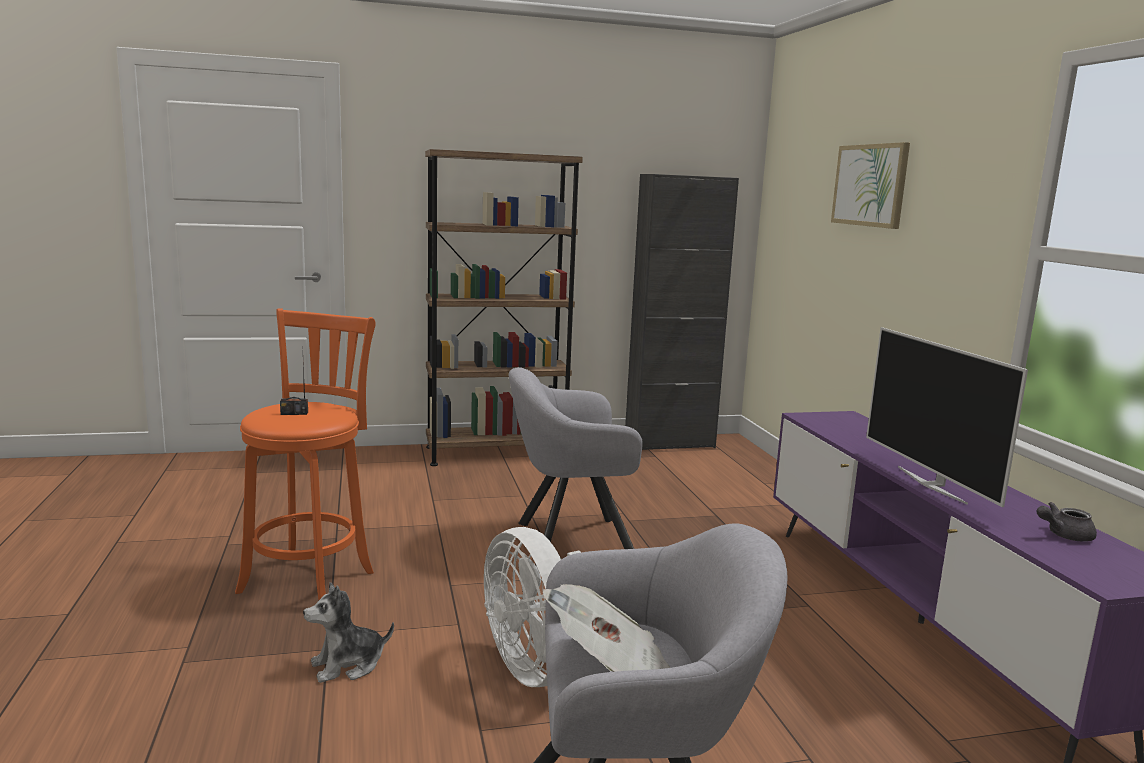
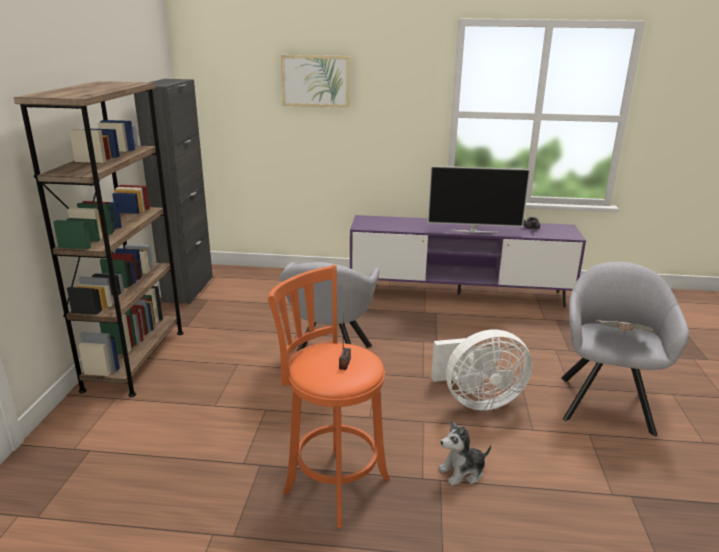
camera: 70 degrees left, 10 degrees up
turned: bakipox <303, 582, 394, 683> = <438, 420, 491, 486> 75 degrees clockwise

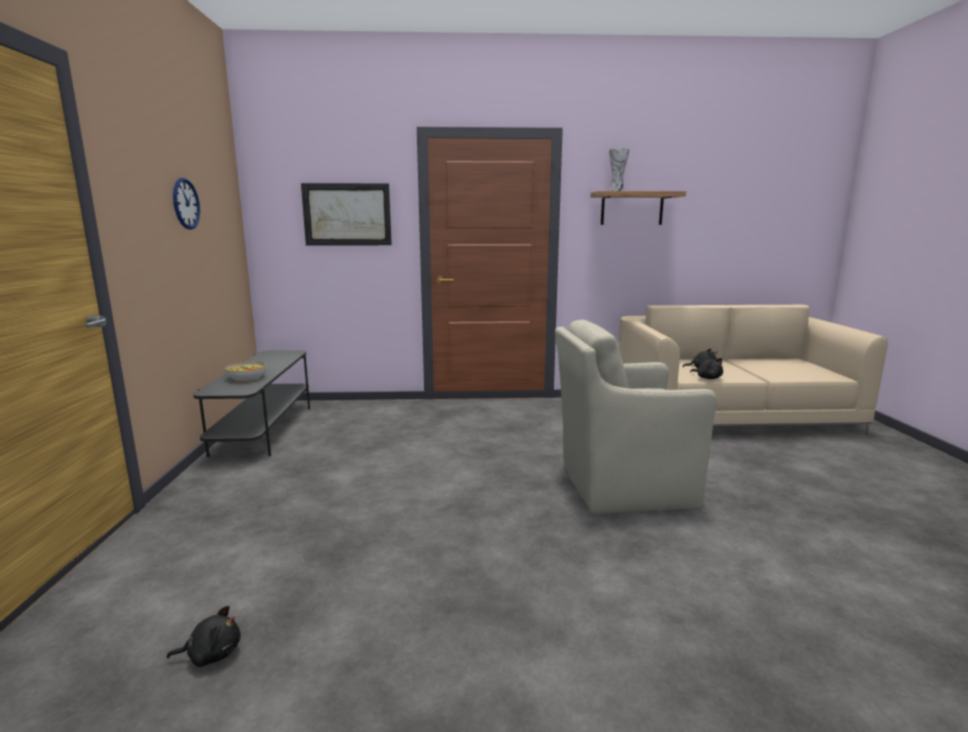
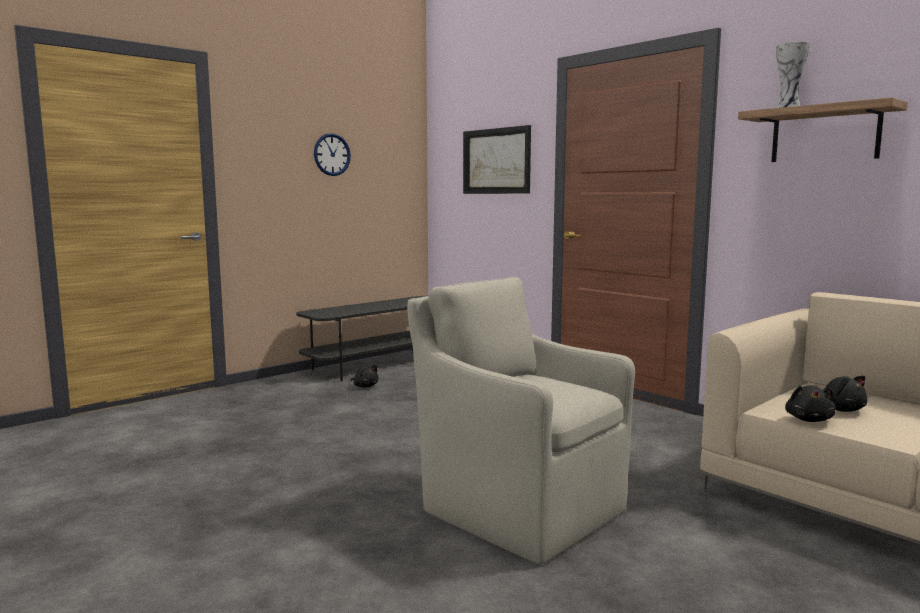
camera: 50 degrees right, 5 degrees down
removed: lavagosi <225, 362, 266, 381>
moved: black_bakipox <167, 606, 241, 667> to <350, 365, 379, 387>

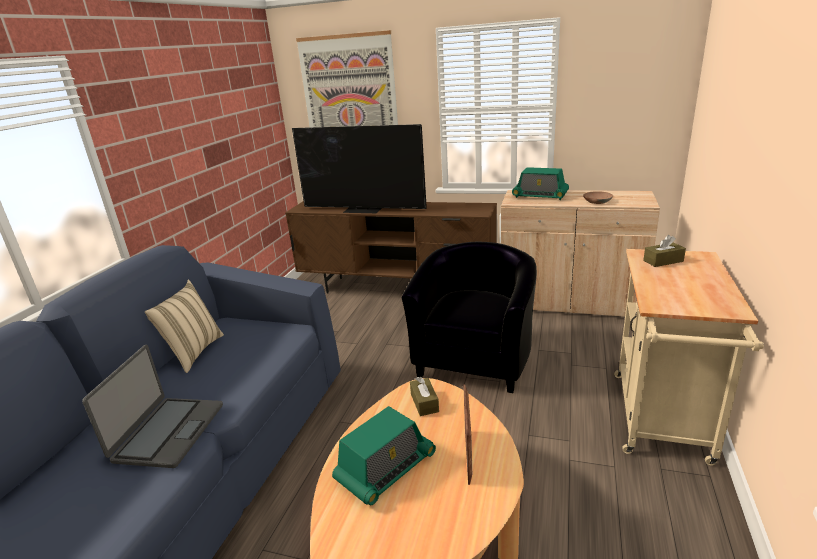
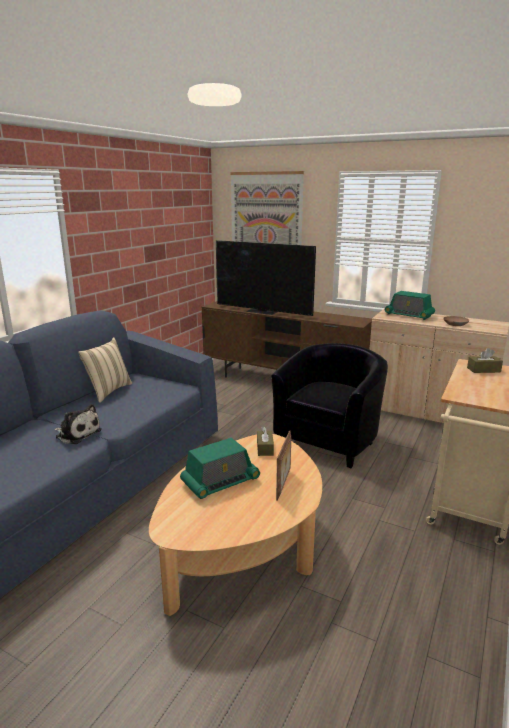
camera: 10 degrees right, 5 degrees down
replaced: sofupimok <82, 345, 223, 468> to bakipox <54, 404, 102, 444>

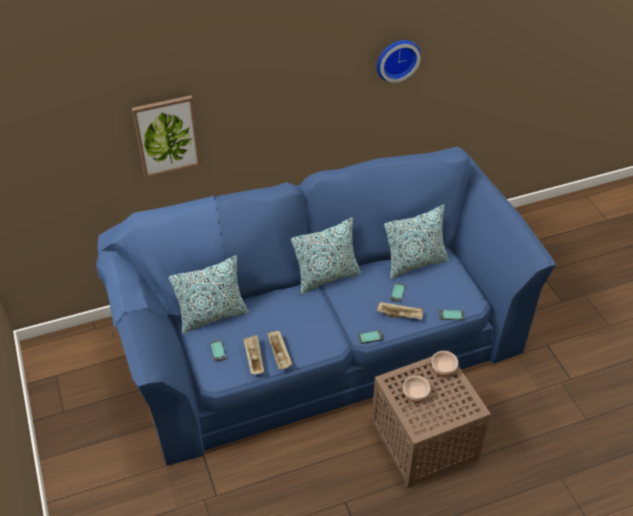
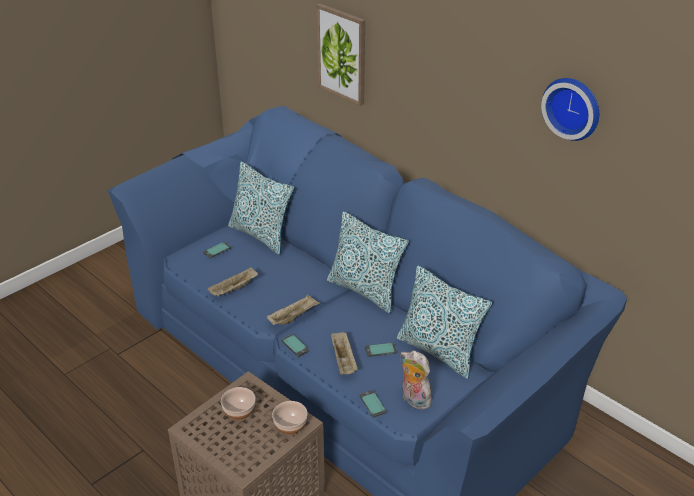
camera: 65 degrees right, 10 degrees down
added: bakipox <400, 350, 432, 410>
moved: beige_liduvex <243, 335, 264, 374> to <267, 295, 320, 325>

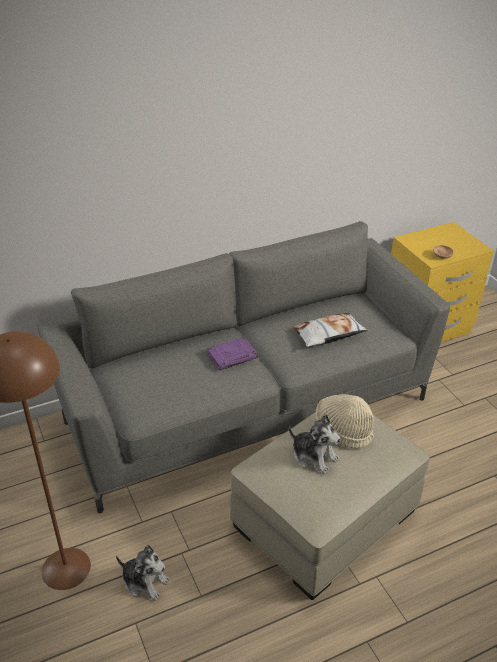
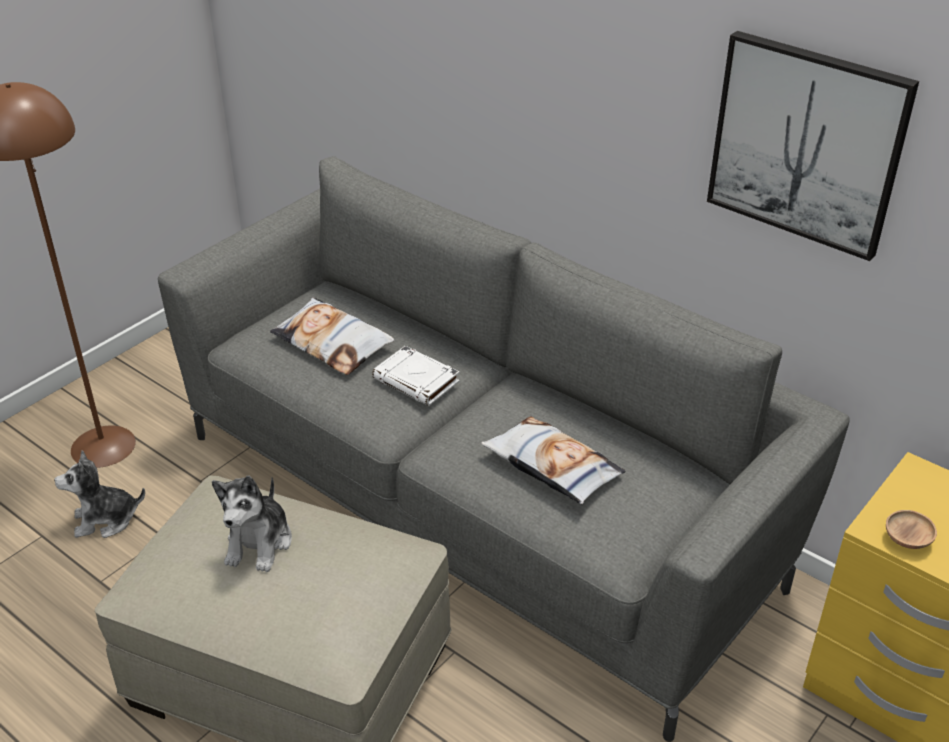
camera: 65 degrees right, 0 degrees up
removed: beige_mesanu <315, 394, 374, 448>
added: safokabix <270, 298, 395, 375>; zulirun <707, 31, 919, 261>
recoloured: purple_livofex <207, 337, 258, 370> to white_livofex <372, 346, 460, 406>
turned: bakipox <116, 545, 170, 601> = <54, 450, 145, 538> 75 degrees clockwise

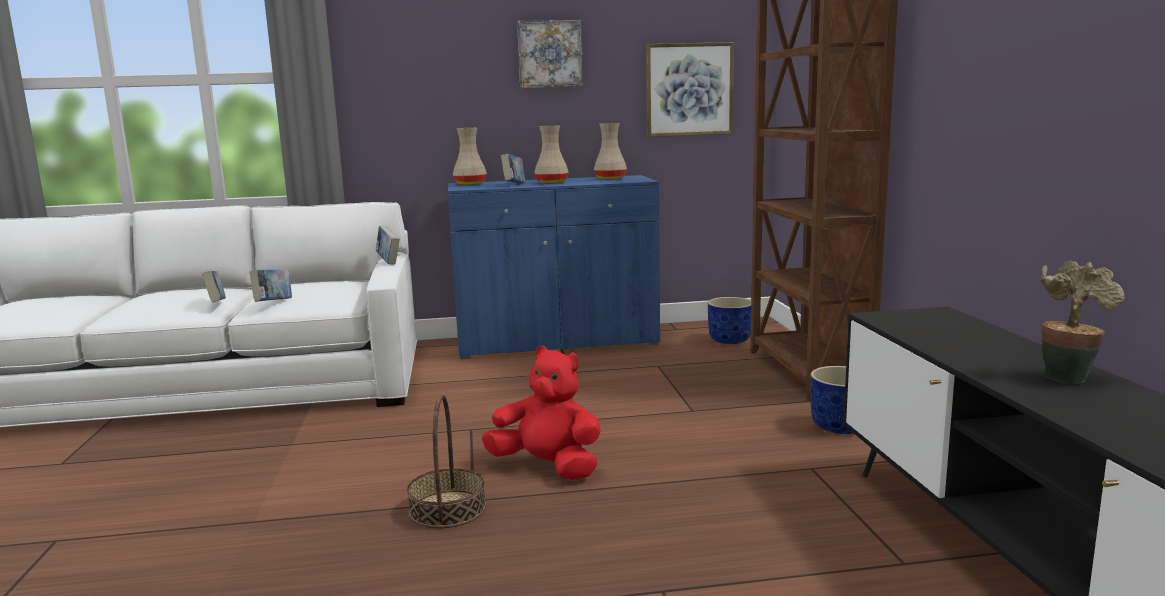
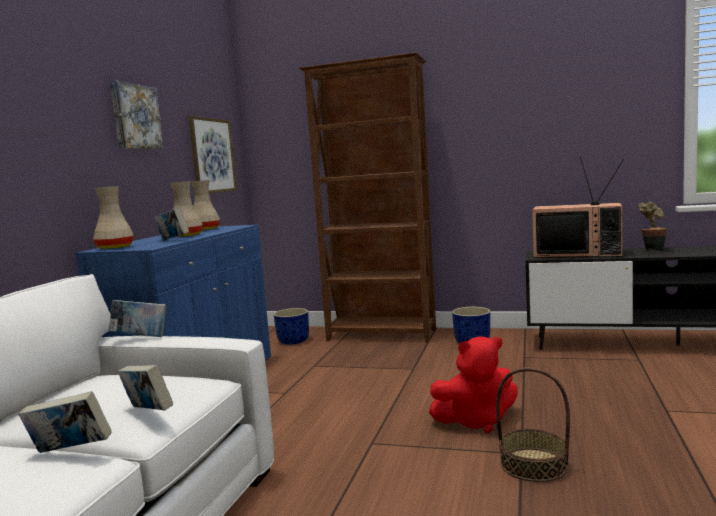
camera: 65 degrees left, 5 degrees down
added: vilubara <532, 157, 624, 258>
turned: red_bakipox <482, 346, 601, 480> = <429, 337, 518, 433> 150 degrees counterclockwise

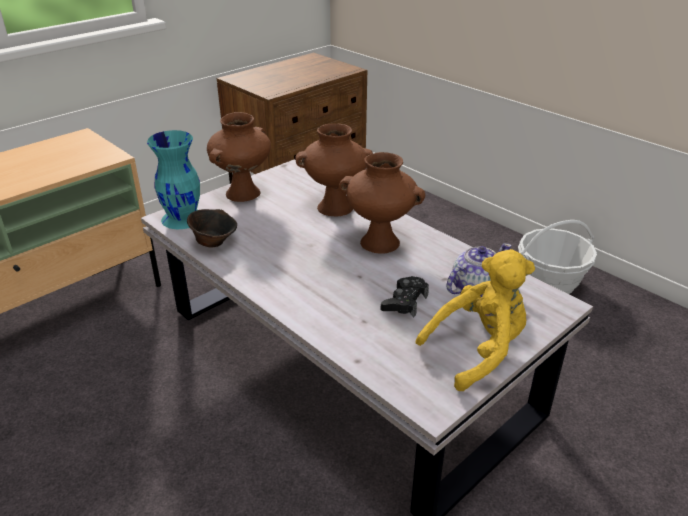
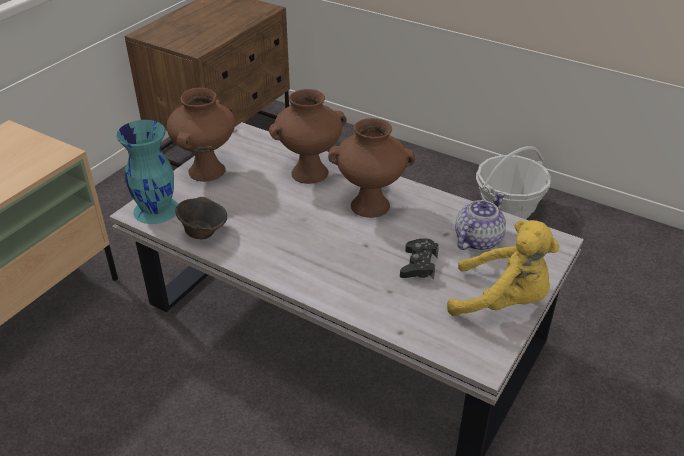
camera: 15 degrees left, 5 degrees up
turned: yellow_bakipox <416, 249, 535, 391> = <447, 220, 560, 316> 60 degrees clockwise

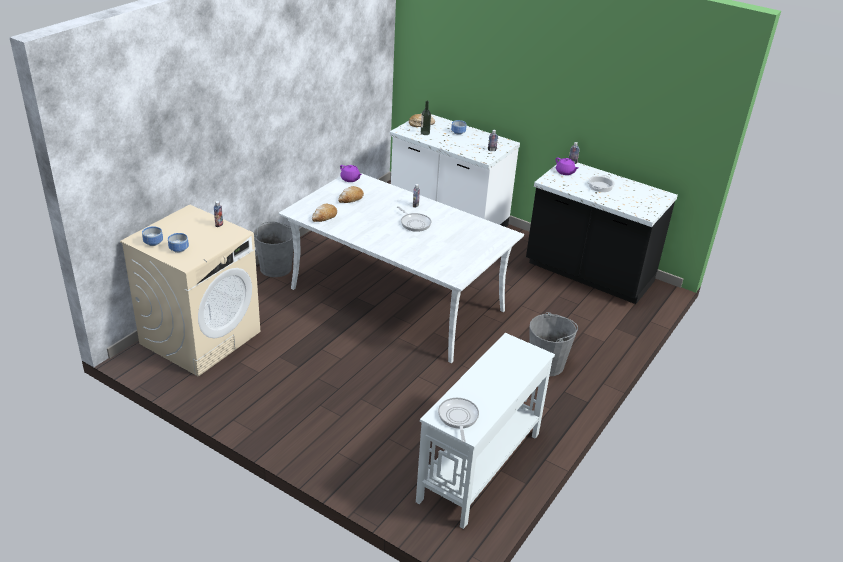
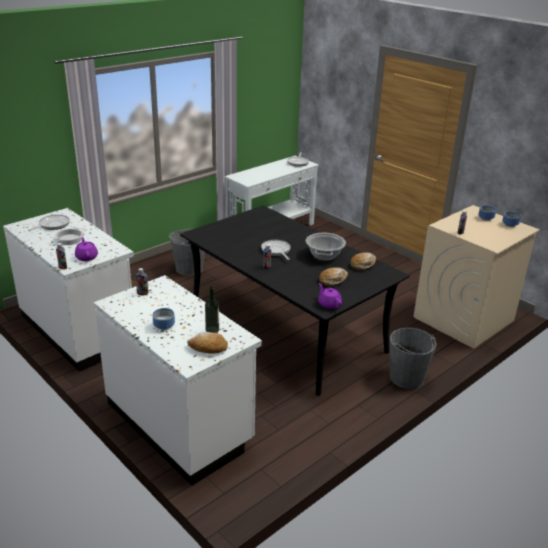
camera: 165 degrees left, 5 degrees down
added: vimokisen <28, 215, 70, 231>; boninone <306, 233, 346, 261>
recoloured: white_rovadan <279, 173, 524, 363> to black_rovadan <180, 205, 410, 396>; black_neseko <526, 162, 678, 304> to white_neseko <3, 208, 134, 372>

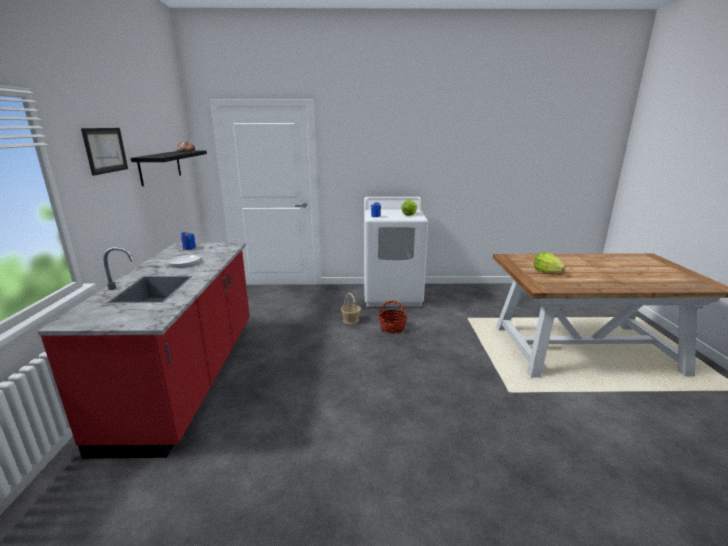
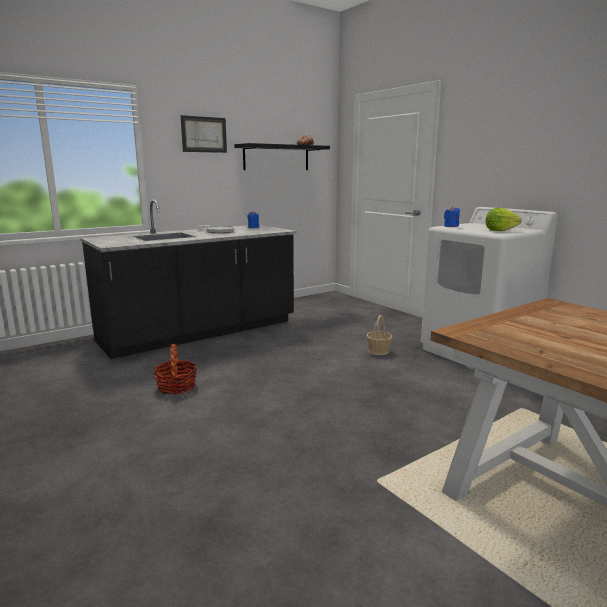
camera: 55 degrees right, 5 degrees down
removed: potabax <534, 252, 566, 273>
moved: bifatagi <379, 300, 408, 333> to <154, 344, 197, 394>
recoloured: red_neseko <37, 242, 250, 459> to black_neseko <80, 200, 297, 359>

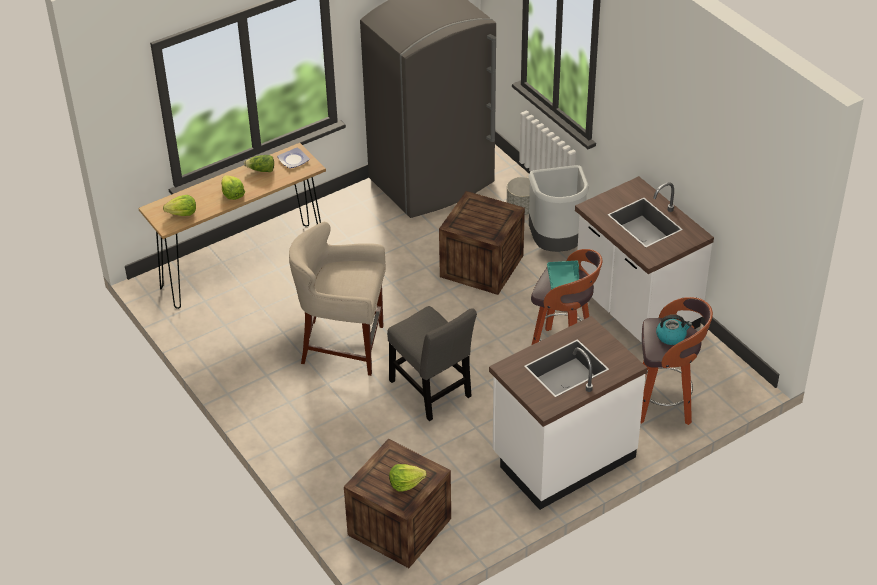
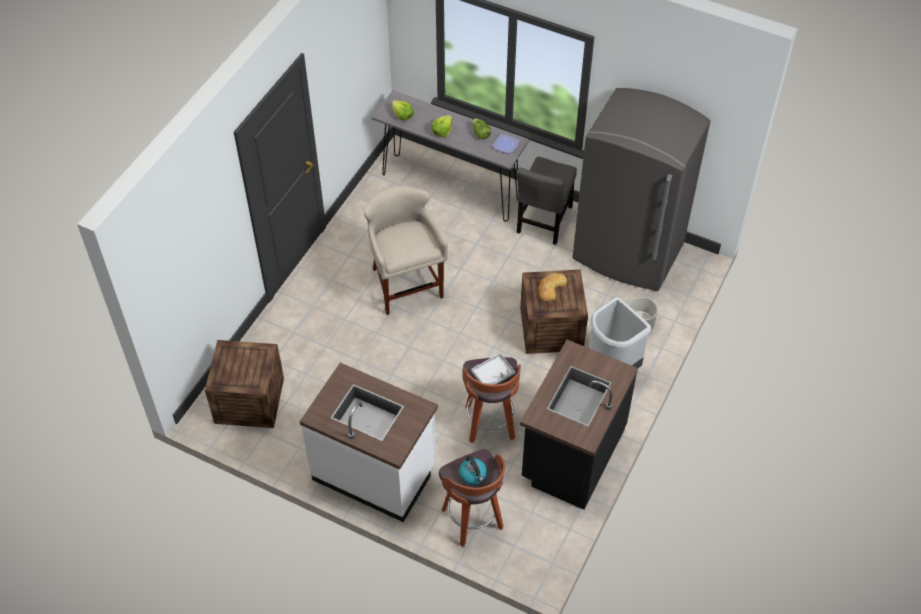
camera: 60 degrees right, 10 degrees up
removed: potabax <389, 464, 427, 492>
added: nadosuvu <538, 273, 567, 301>
moved: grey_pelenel <387, 306, 477, 421> to <517, 157, 577, 245>
recoloured: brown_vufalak <138, 143, 326, 309> to grey_vufalak <372, 90, 529, 222>; turquoise_liduvex <547, 260, 579, 290> to grey_liduvex <471, 353, 515, 385>; white_neseko <575, 176, 714, 343> to black_neseko <520, 340, 638, 510>

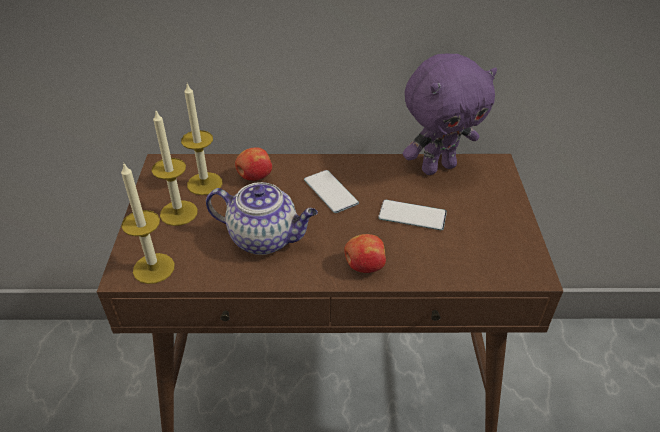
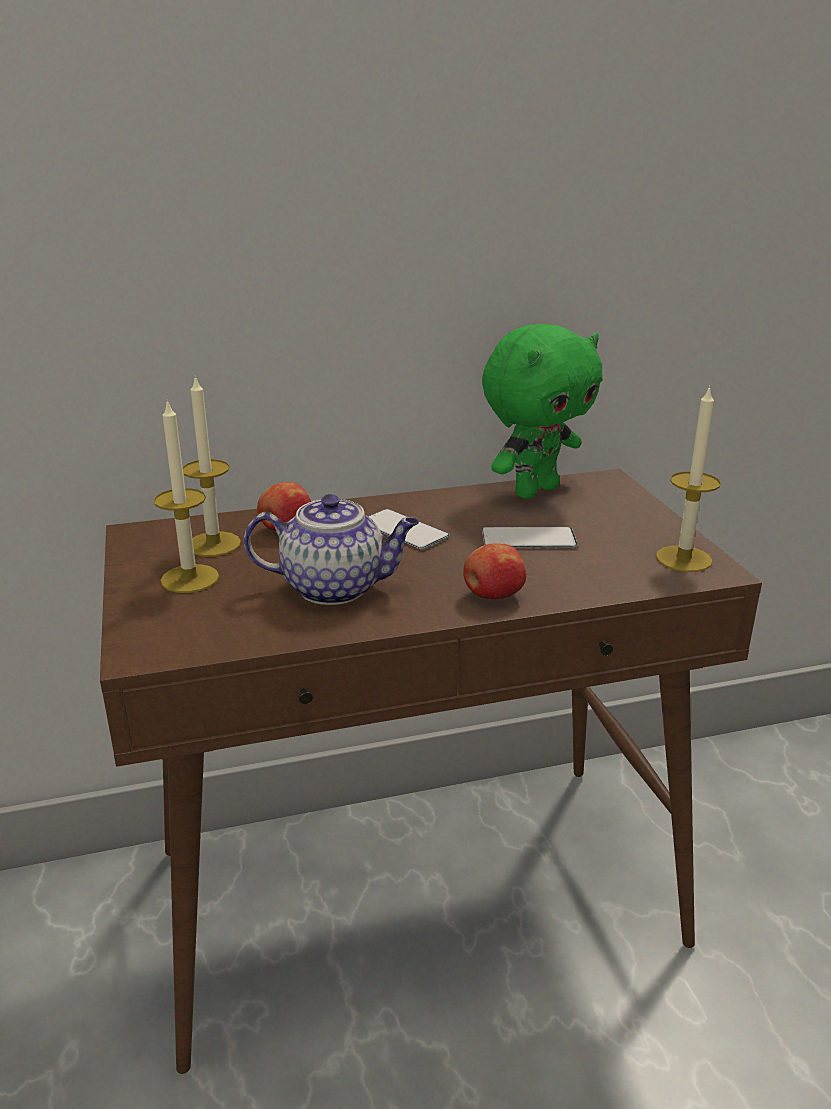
camera: 15 degrees left, 15 degrees down
moved: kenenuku <121, 162, 175, 284> to <656, 385, 721, 572>
recoloured: purple_bakipox <403, 54, 497, 175> to green_bakipox <482, 324, 603, 499>

